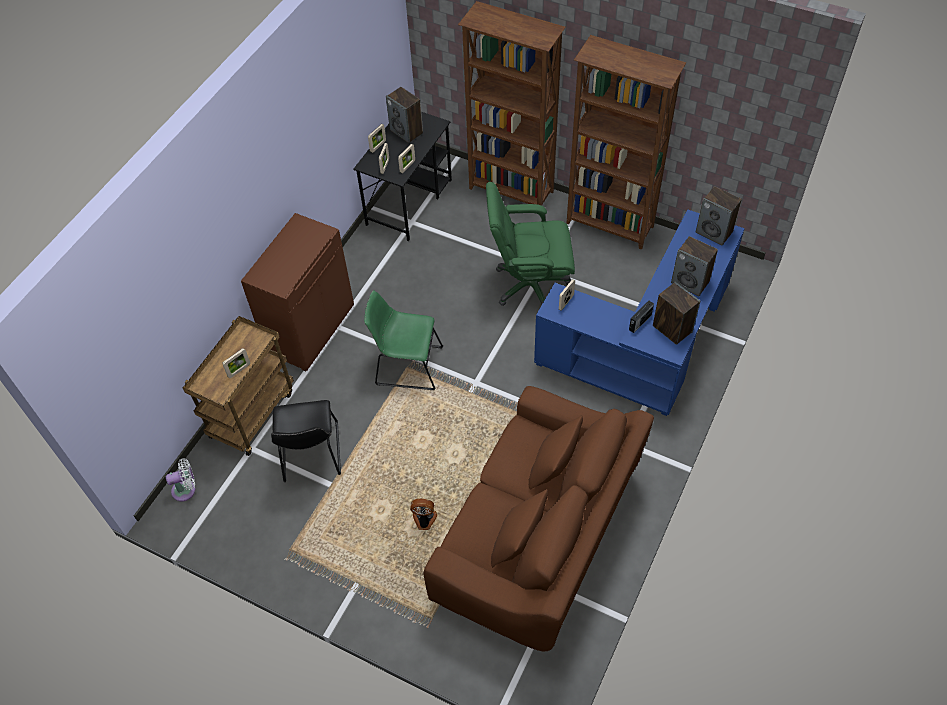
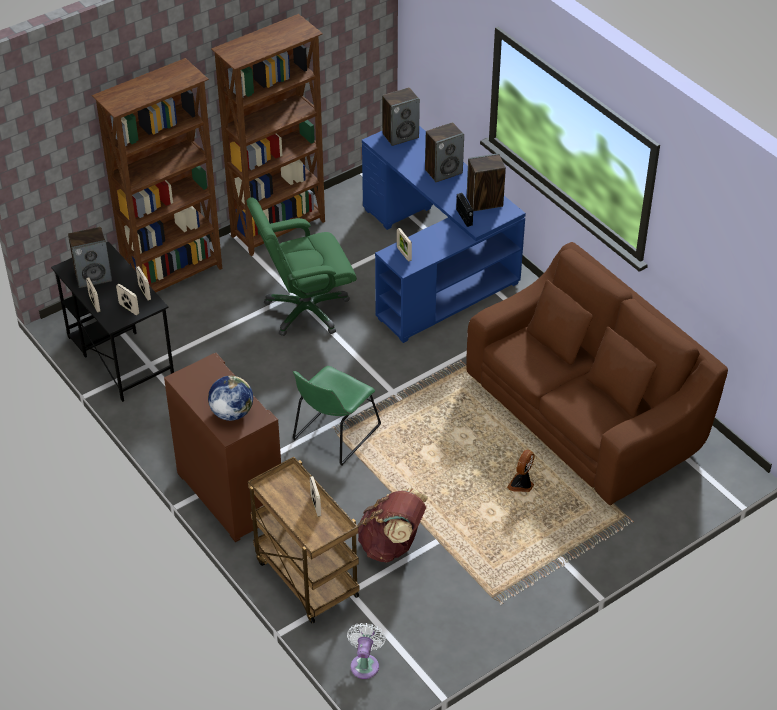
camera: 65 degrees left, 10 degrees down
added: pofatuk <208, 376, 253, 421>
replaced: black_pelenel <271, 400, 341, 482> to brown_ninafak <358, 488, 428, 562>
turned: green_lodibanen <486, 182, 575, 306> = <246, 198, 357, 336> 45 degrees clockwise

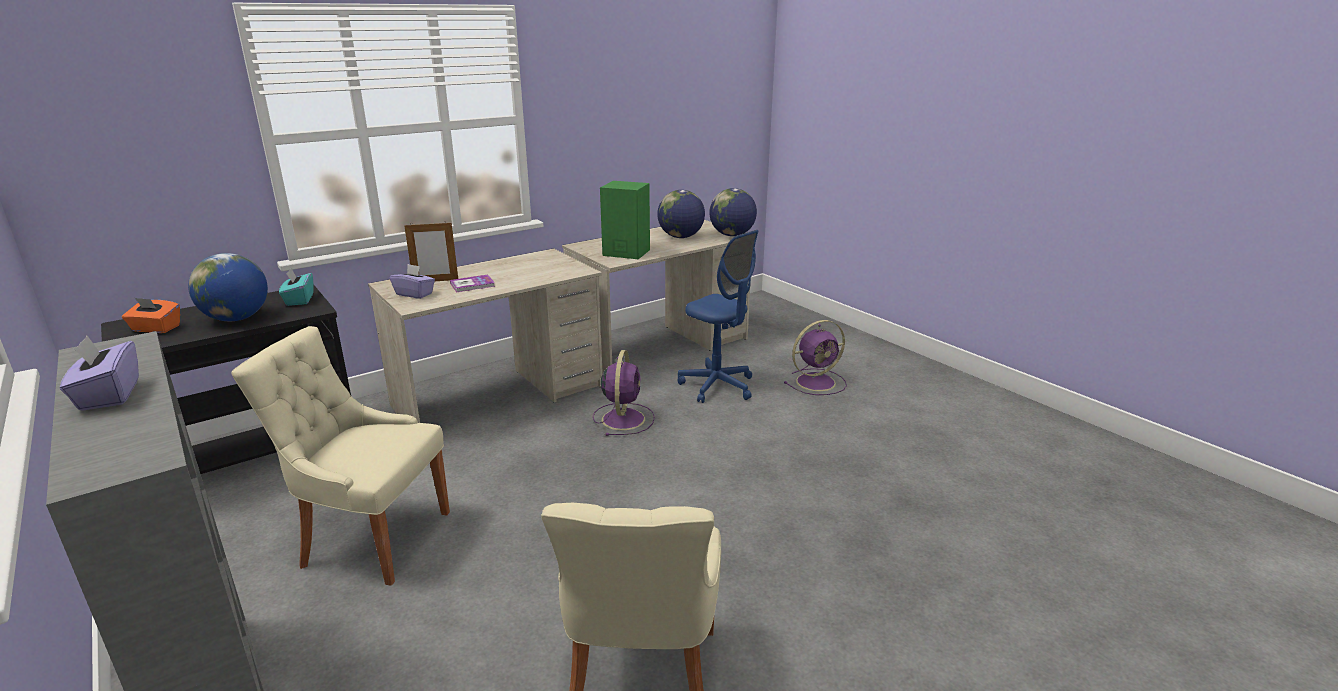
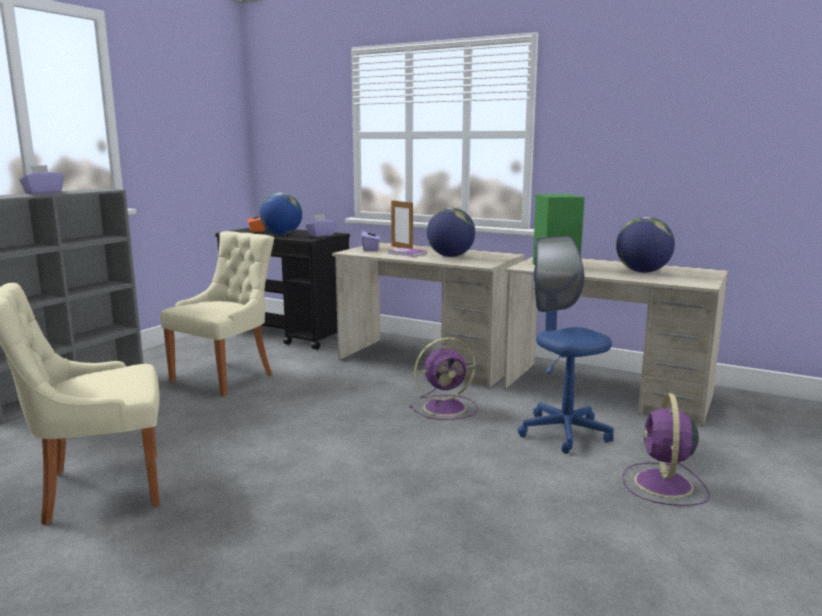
camera: 65 degrees right, 10 degrees down
moved: pofatuk <709, 188, 757, 236> to <427, 208, 475, 257>
recoloured: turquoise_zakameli <279, 268, 314, 306> to purple_zakameli <306, 214, 336, 237>
turned: beige_pelenel <231, 326, 450, 586> = <160, 231, 274, 397> 45 degrees clockwise; blue_lodibanen <678, 230, 758, 403> = <518, 236, 614, 454> 135 degrees clockwise; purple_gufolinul <784, 320, 847, 395> = <622, 393, 710, 506> 60 degrees clockwise

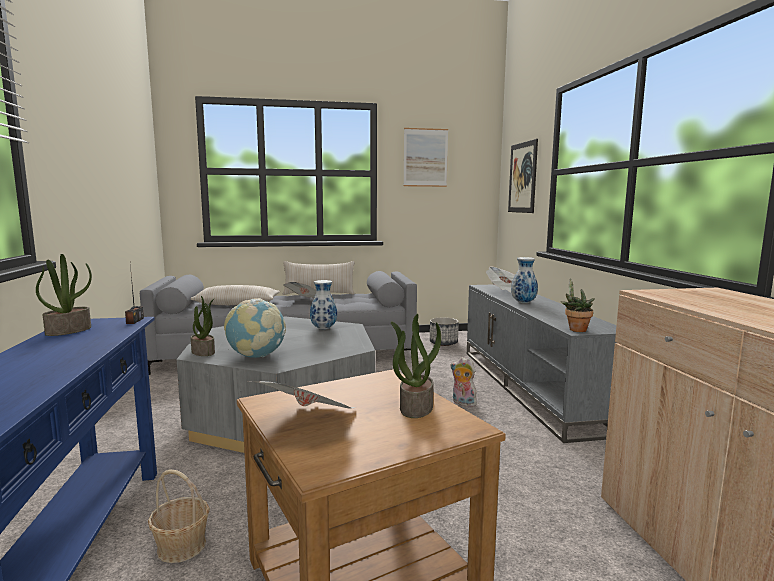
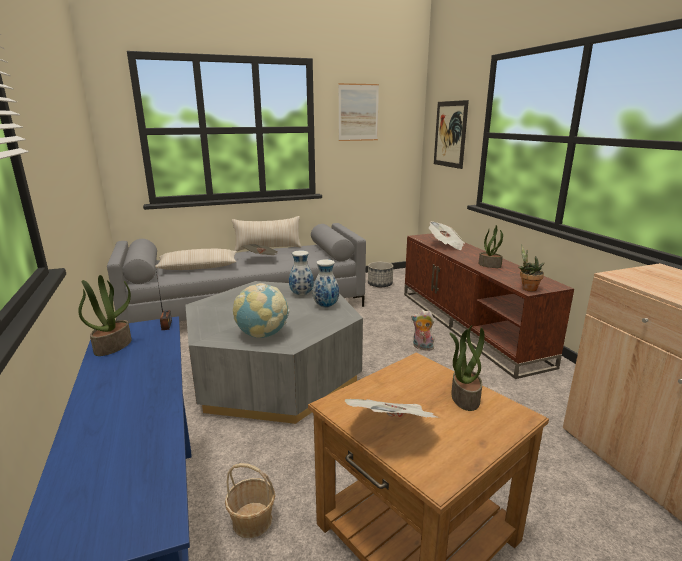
camera: 10 degrees left, 10 degrees up
moved: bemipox <191, 296, 215, 356> to <479, 225, 503, 268>; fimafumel <511, 257, 538, 303> to <313, 259, 339, 308>
recoloured: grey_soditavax <467, 284, 616, 443> to brown_soditavax <404, 233, 574, 379>

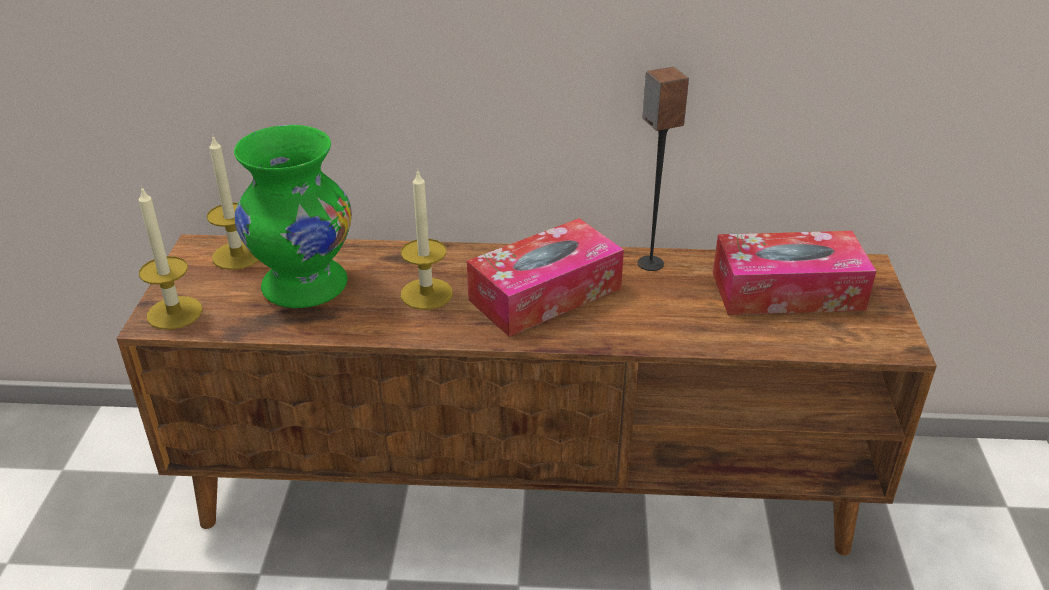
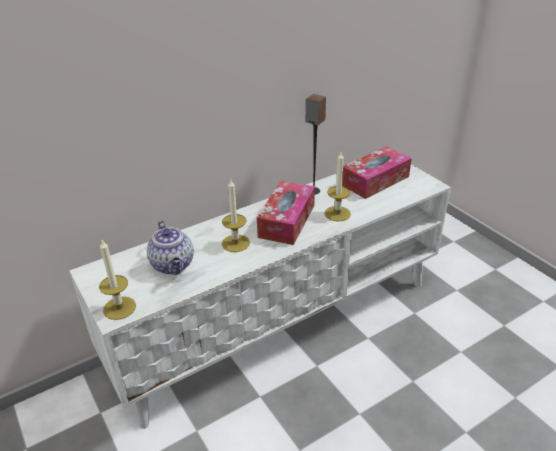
camera: 35 degrees left, 0 degrees up
moved: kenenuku <207, 137, 259, 270> to <324, 152, 351, 221>
replaced: green_fimafumel <234, 125, 352, 308> to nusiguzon <147, 220, 194, 275>
recoloured: brown_soditavax <116, 234, 937, 555> to white_soditavax <69, 164, 451, 429>

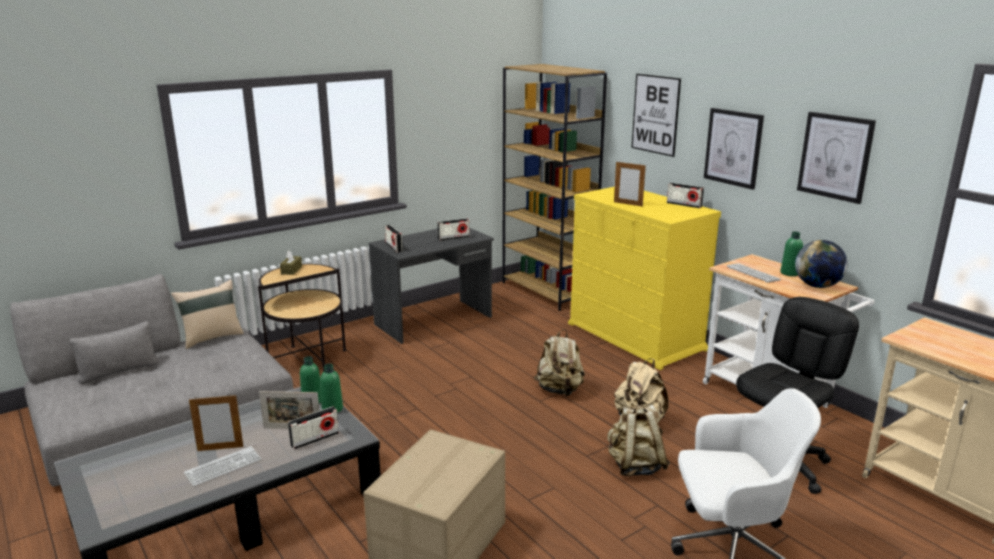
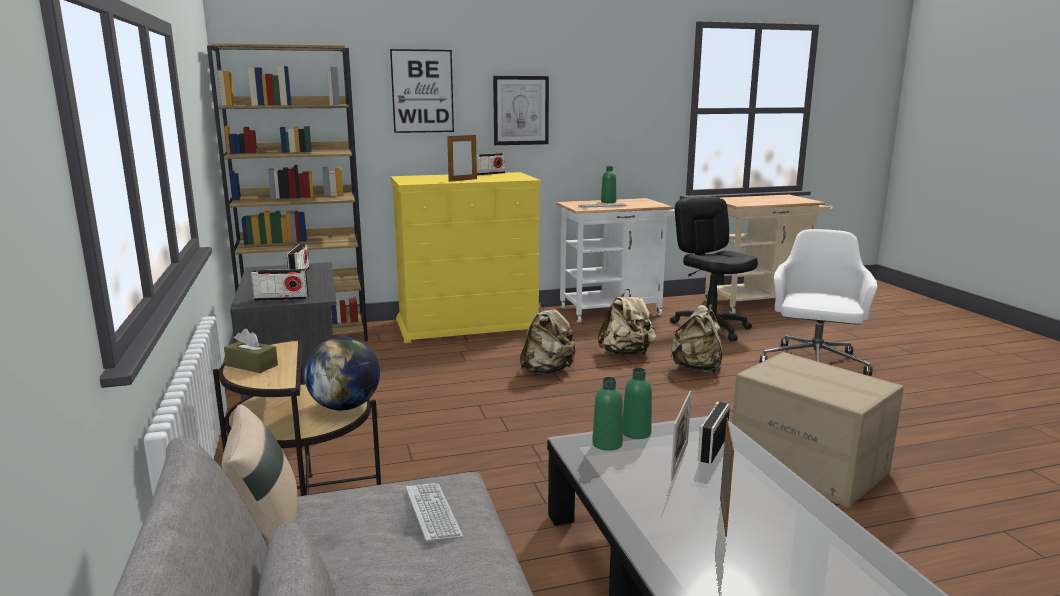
camera: 70 degrees left, 5 degrees down
removed: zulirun <797, 112, 876, 204>
moved: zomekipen <184, 446, 261, 486> to <406, 483, 464, 543>; pofatuk <795, 240, 847, 288> to <304, 337, 380, 410>
turned: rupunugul <288, 406, 339, 449> = <698, 402, 730, 464> 135 degrees counterclockwise

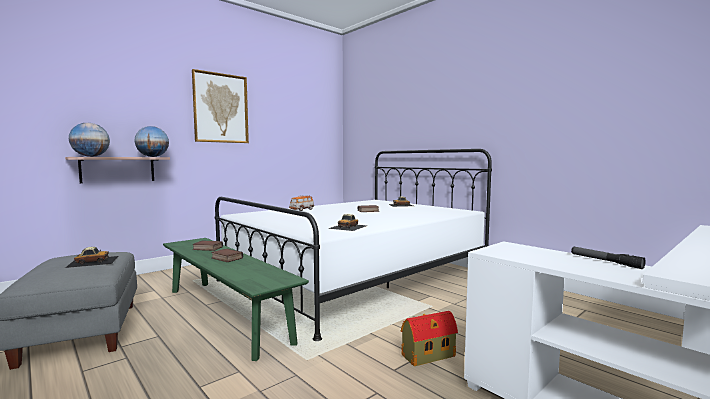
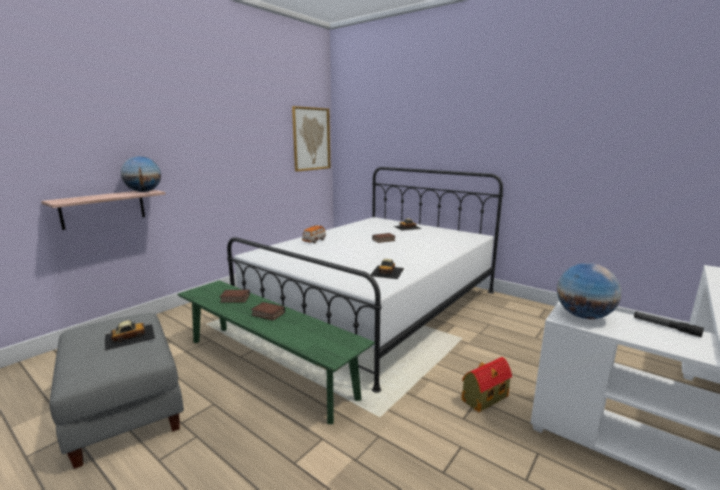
camera: 10 degrees left, 10 degrees up
moved: pofatuk <69, 123, 110, 157> to <557, 263, 621, 319>; zulirun <192, 69, 249, 143> to <292, 106, 330, 172>

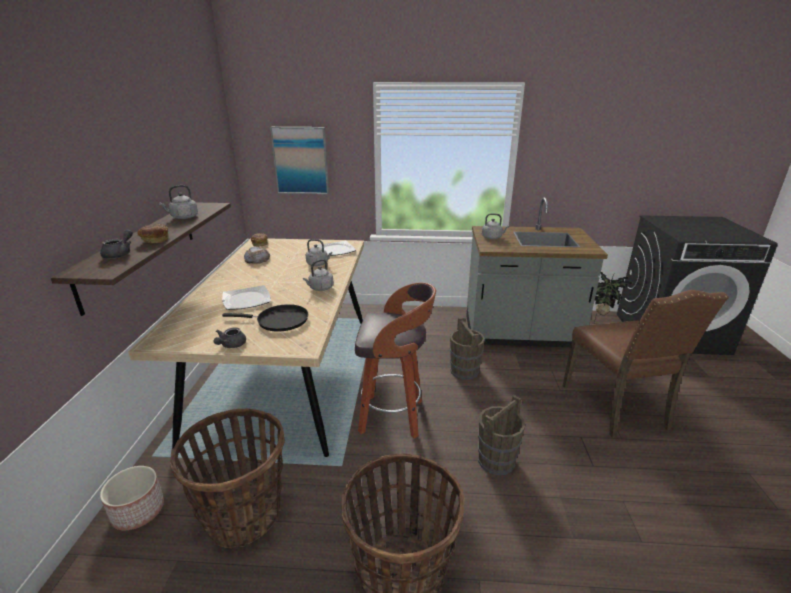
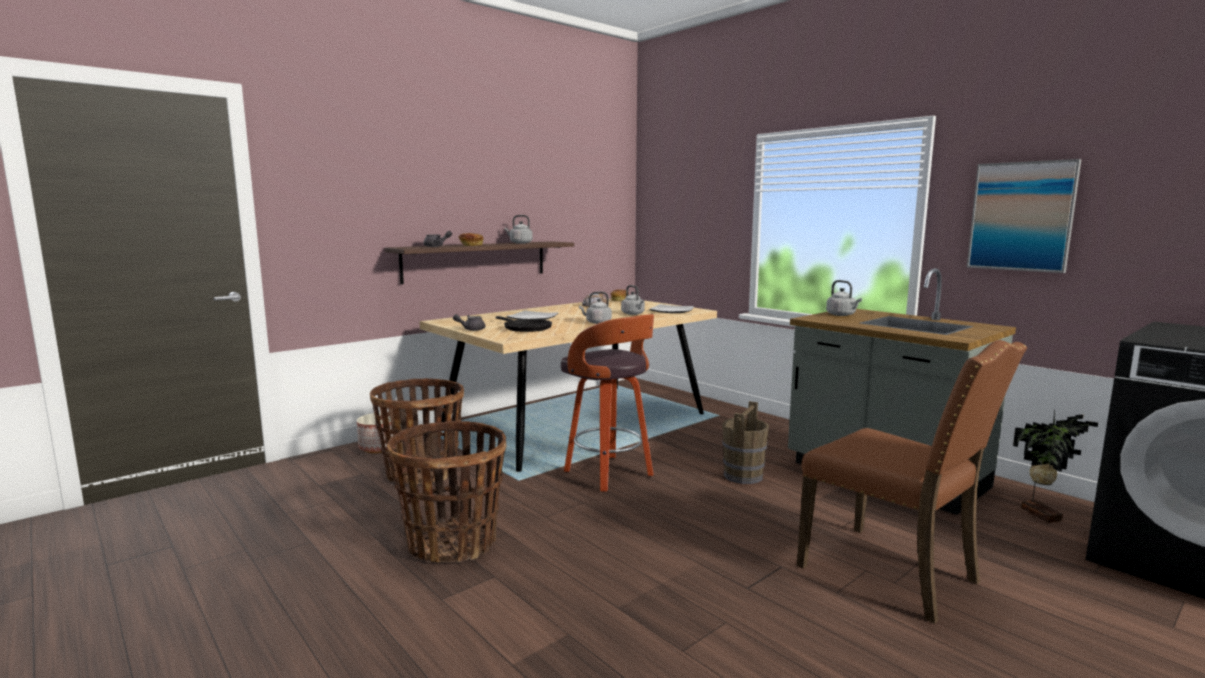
camera: 45 degrees right, 15 degrees down
removed: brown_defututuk <478, 395, 525, 475>
moved: zulirun <270, 127, 329, 194> to <967, 159, 1081, 273>
turned: brown_pelenel <563, 290, 729, 438> = <797, 340, 1027, 624> 75 degrees counterclockwise

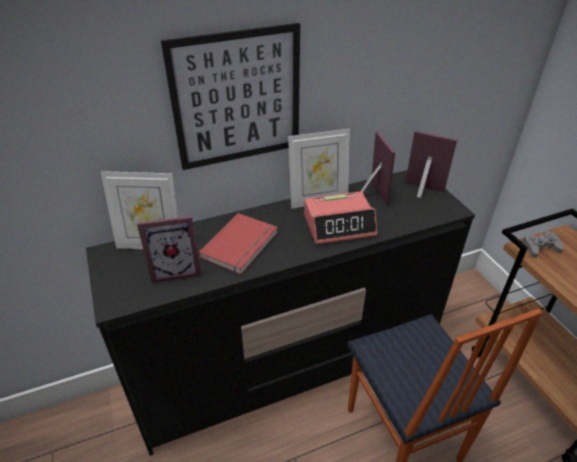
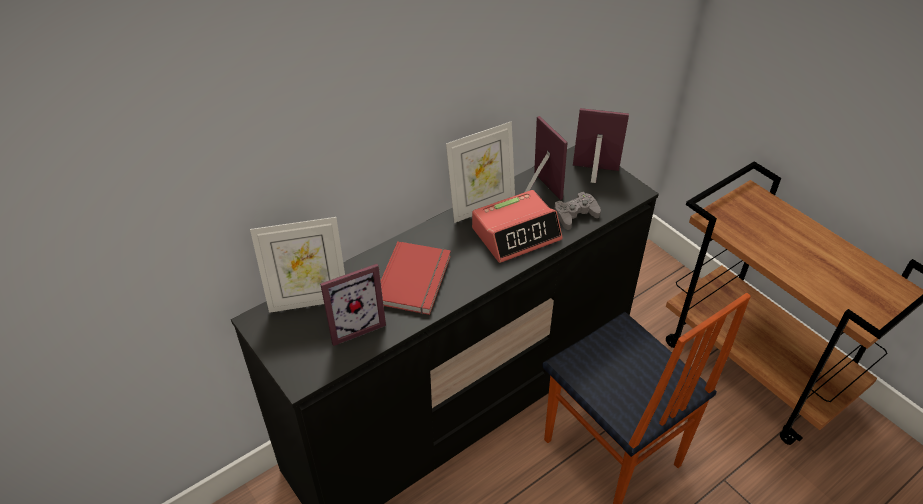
camera: 15 degrees left, 5 degrees up
removed: zulirun <161, 23, 300, 170>
moved: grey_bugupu <522, 231, 563, 258> to <554, 192, 601, 230>

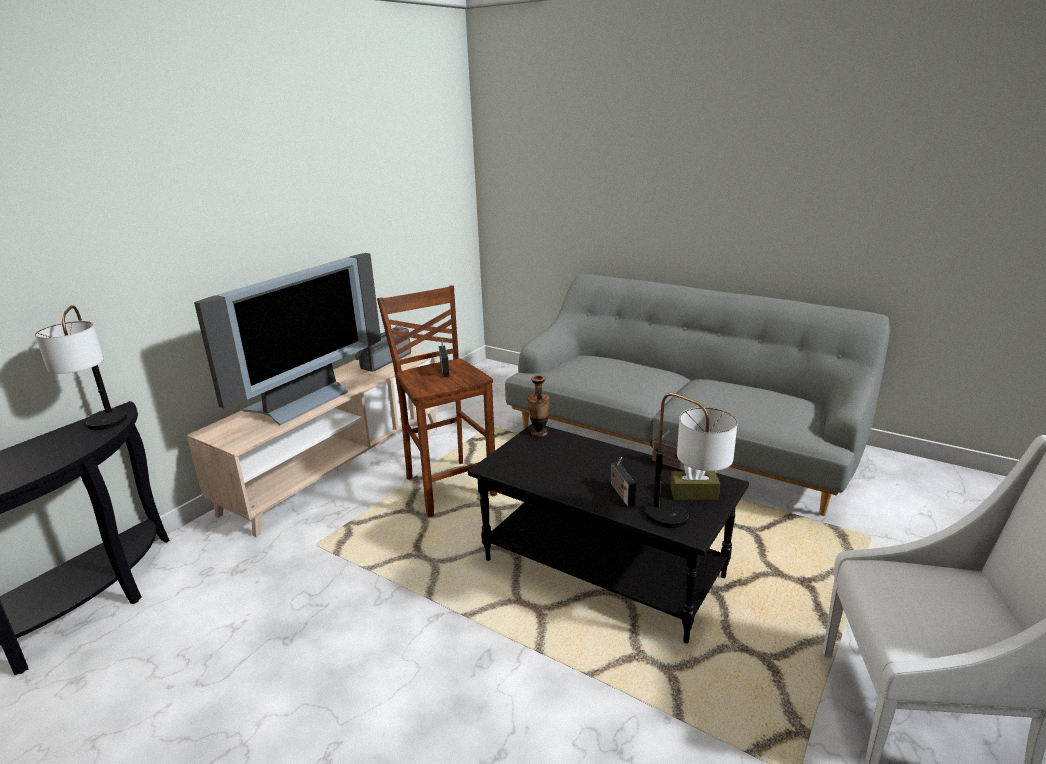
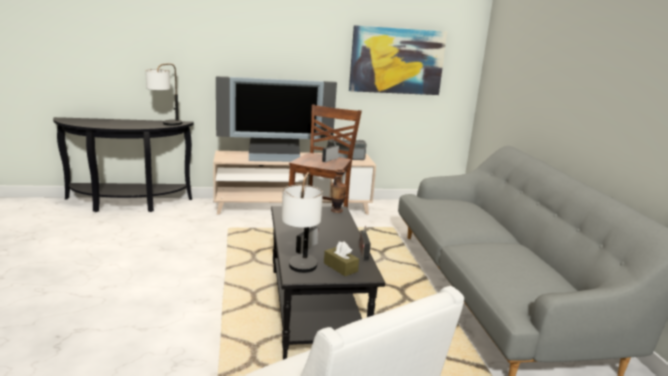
camera: 45 degrees right, 5 degrees down
added: zulirun <349, 25, 447, 95>

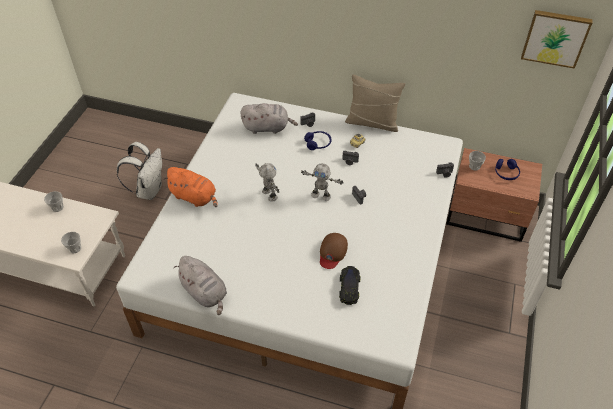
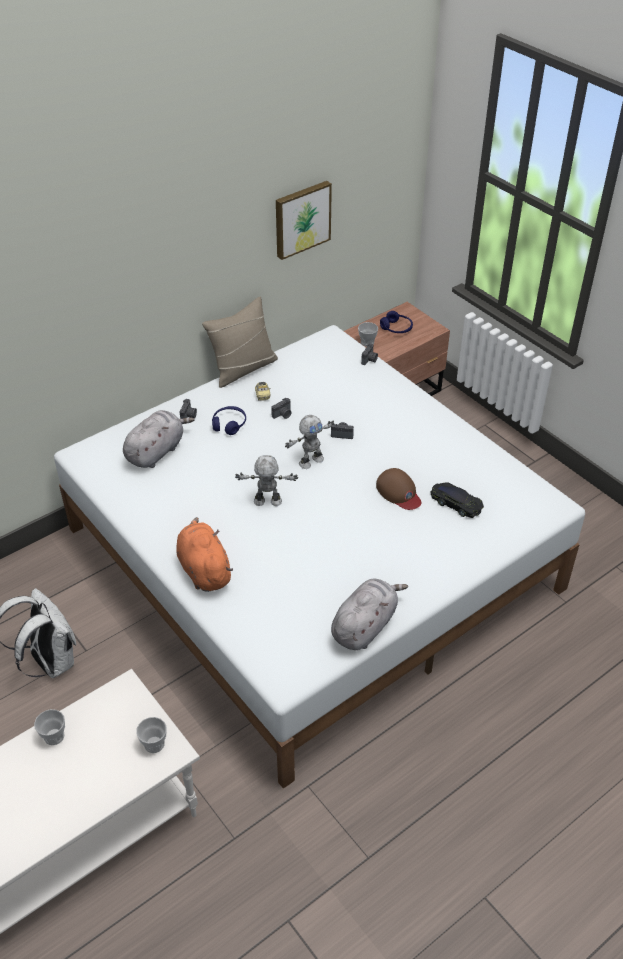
camera: 55 degrees left, 5 degrees down
moved: zulirun <521, 10, 593, 69> to <276, 181, 332, 260>
turned: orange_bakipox <163, 167, 218, 207> = <176, 517, 233, 592> 90 degrees counterclockwise; grey_bakipox <174, 256, 227, 315> = <331, 579, 408, 650> 45 degrees counterclockwise

